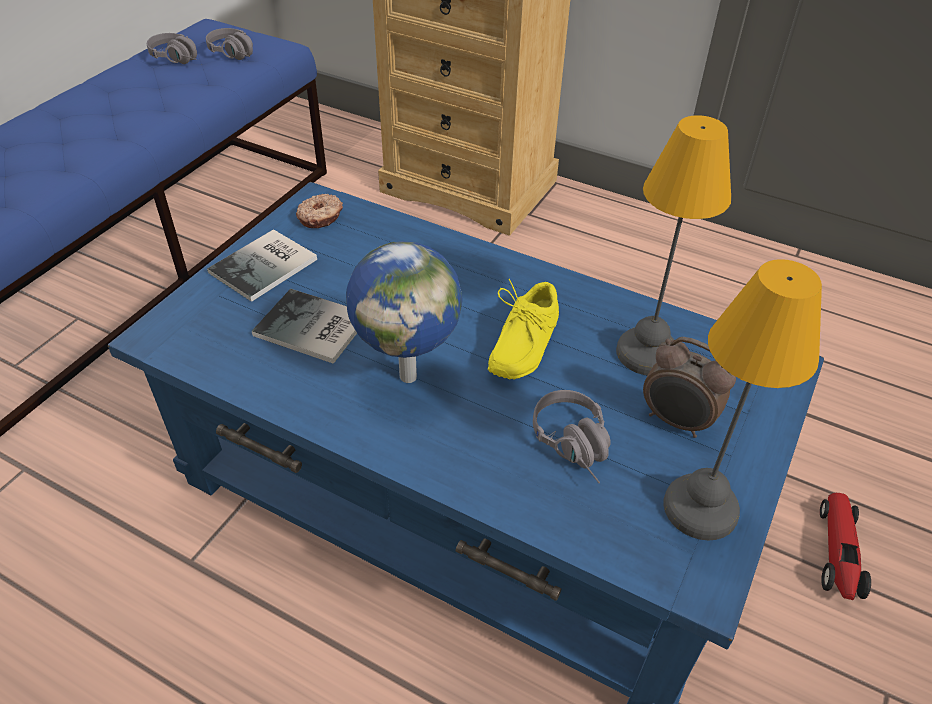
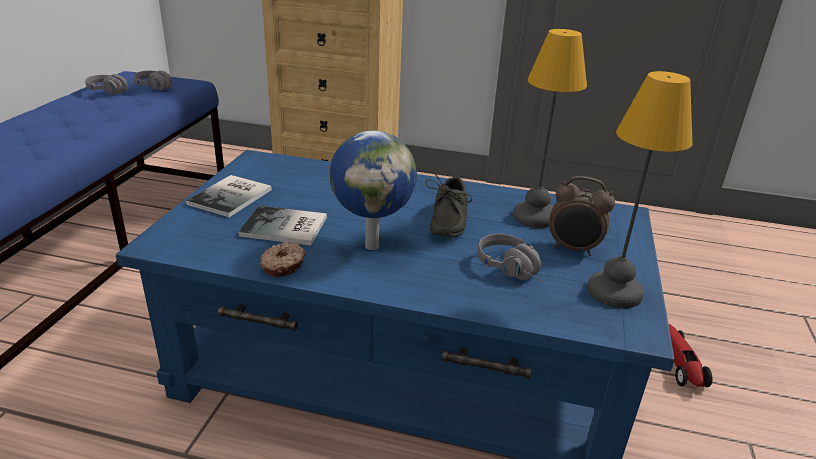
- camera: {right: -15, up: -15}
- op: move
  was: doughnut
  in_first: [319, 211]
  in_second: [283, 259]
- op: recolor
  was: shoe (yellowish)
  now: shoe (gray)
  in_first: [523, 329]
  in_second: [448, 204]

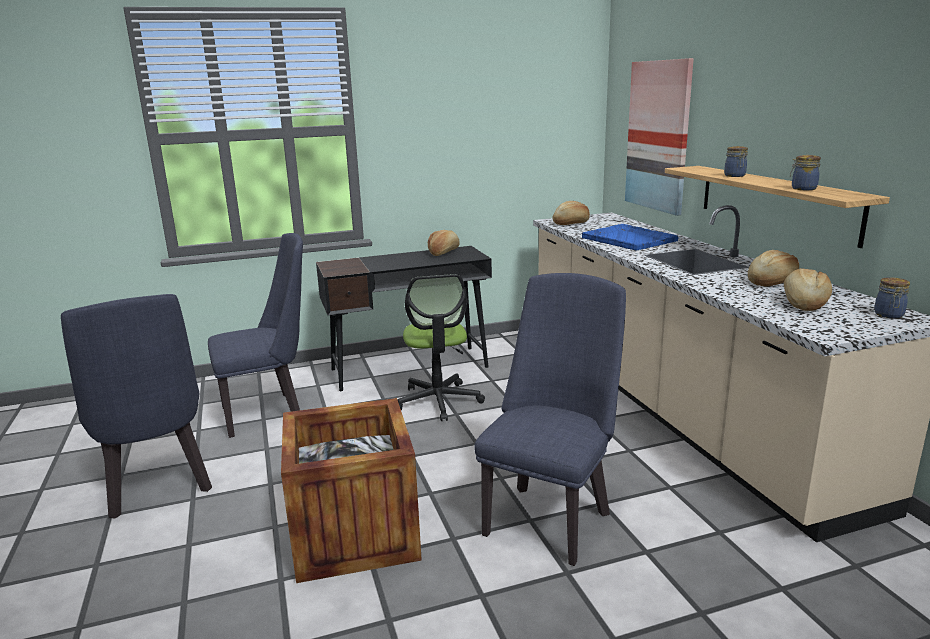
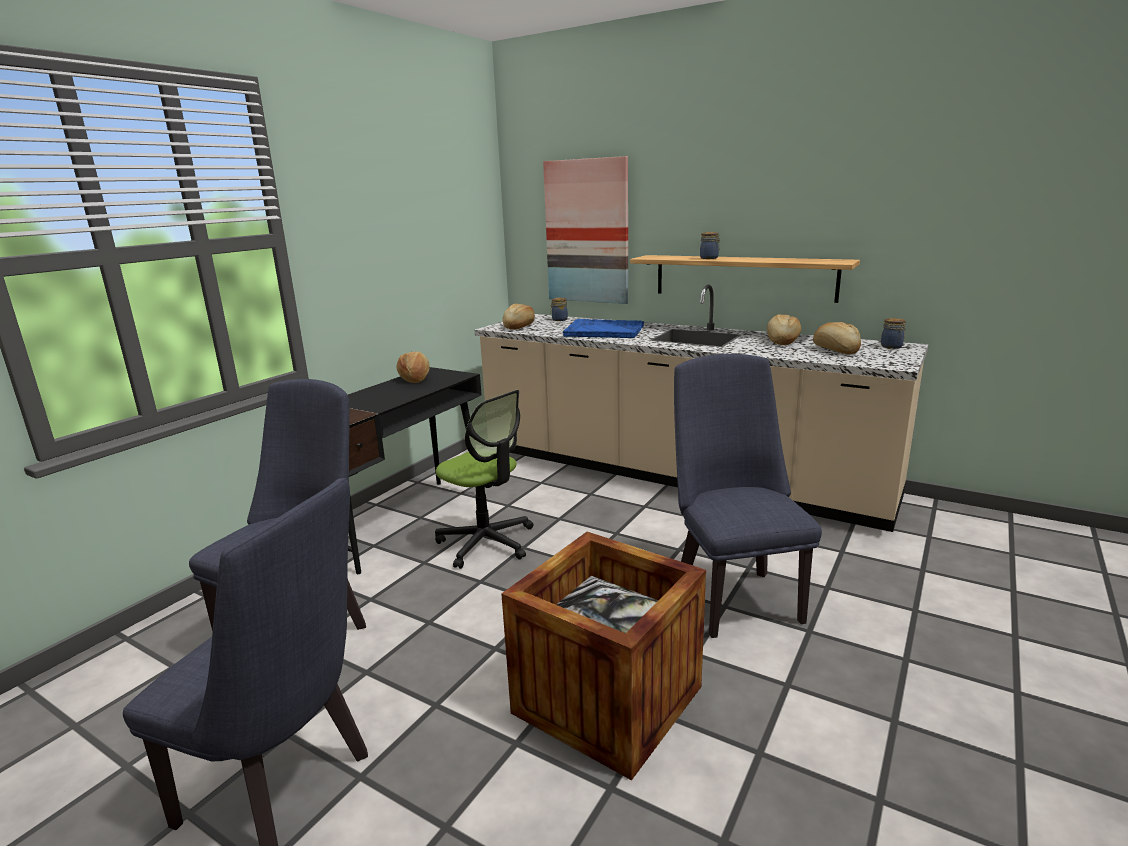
- camera: {right: -40, up: 0}
- op: move
  was: jar
  in_first: [805, 172]
  in_second: [559, 309]

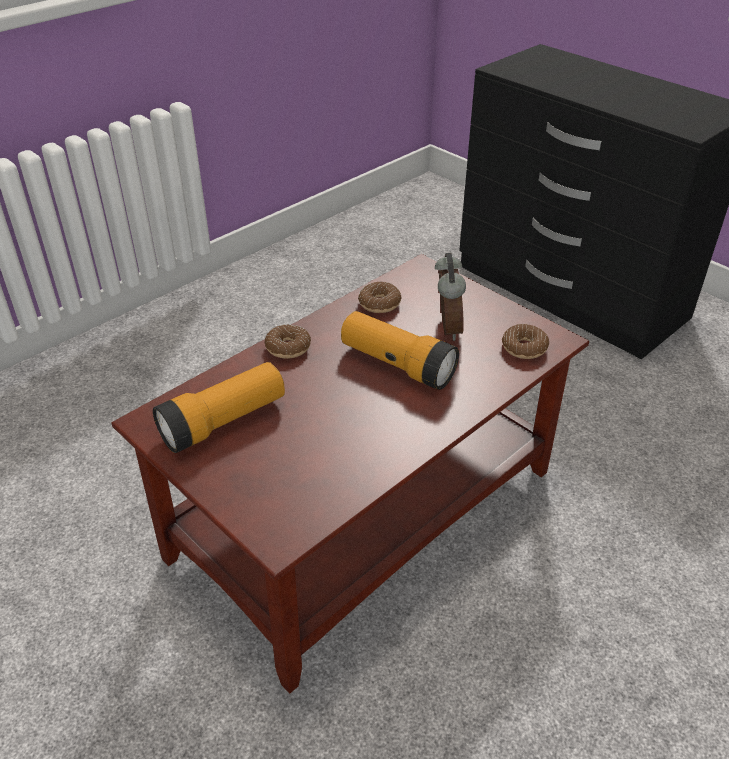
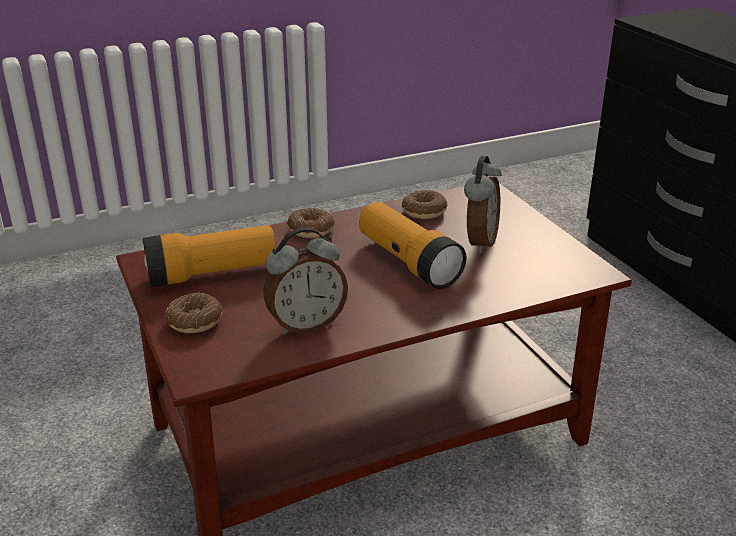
- camera: {right: 20, up: -10}
- op: move
  was: doughnut
  in_first: [525, 341]
  in_second: [193, 312]
- op: insert
  now: bedside clock
  in_second: [305, 281]

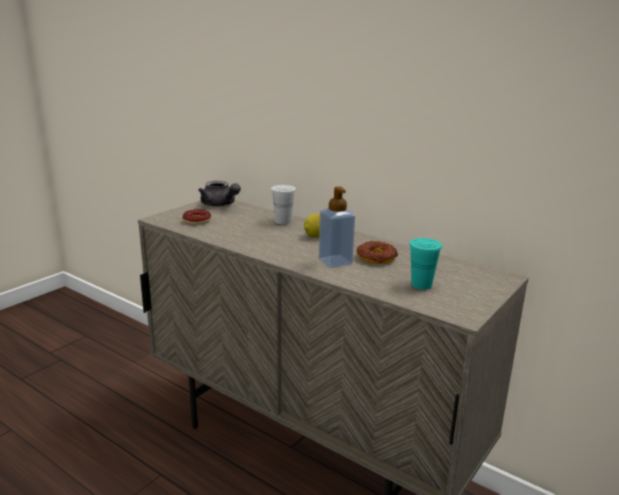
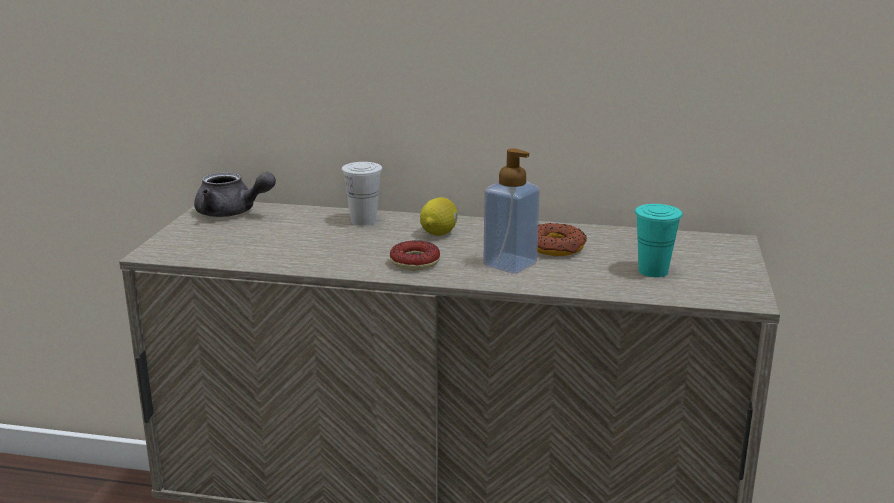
- camera: {right: -25, up: 0}
- op: move
  was: doughnut
  in_first: [197, 217]
  in_second: [415, 255]

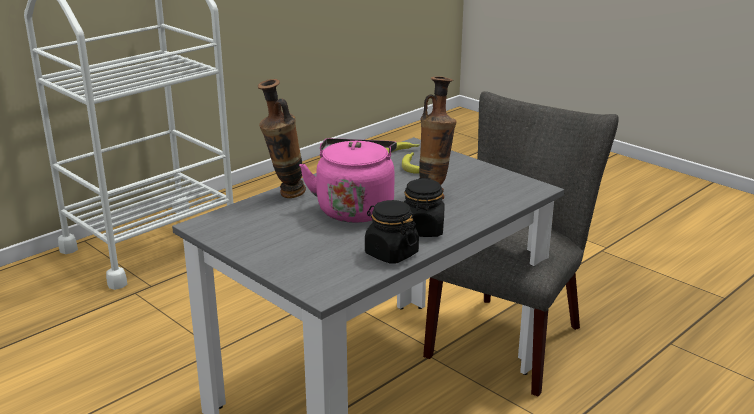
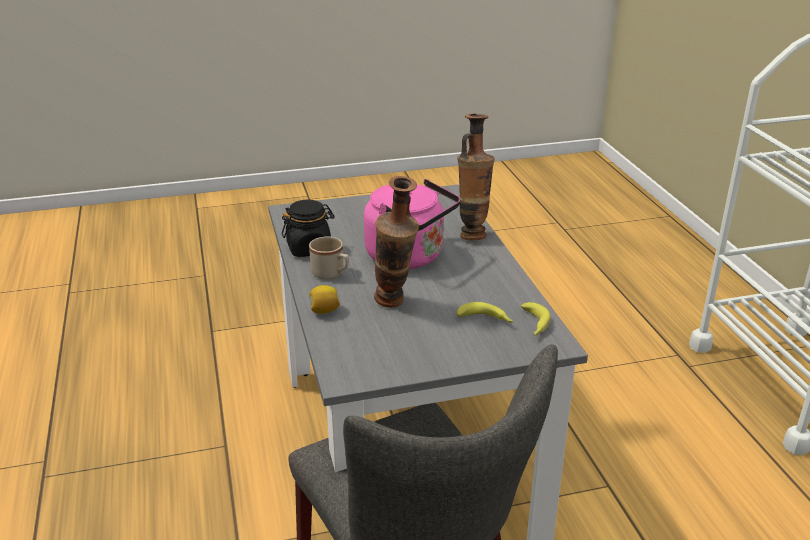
- camera: {right: 120, up: 5}
- op: replace
  was: jar (black-coloured)
  now: tea mug (beige)
  in_first: [424, 207]
  in_second: [329, 258]
- op: insert
  now: citrus fruit
  in_second: [324, 299]

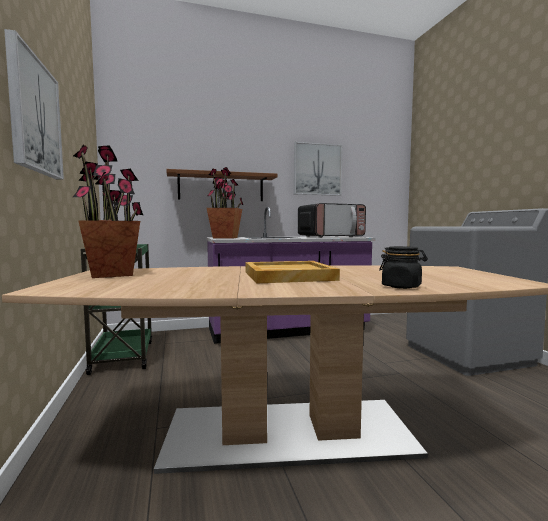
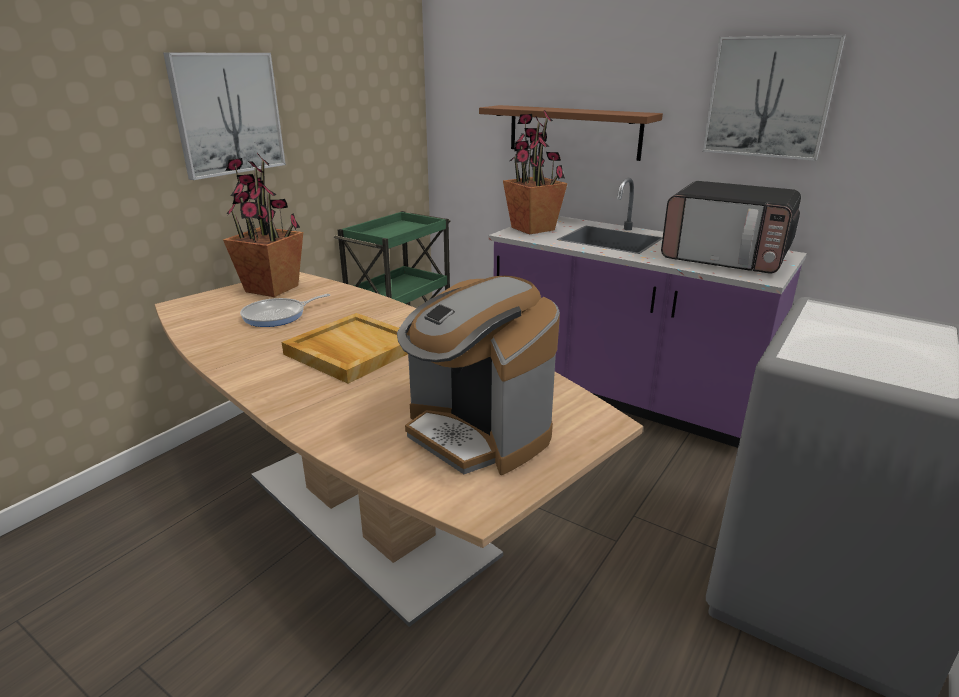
- camera: {right: 50, up: 20}
- op: insert
  now: frying pan
  in_second: [285, 310]
- op: insert
  now: coffee brewer
  in_second: [478, 375]
- op: delete
  was: jar (black-coloured)
  in_first: [403, 267]

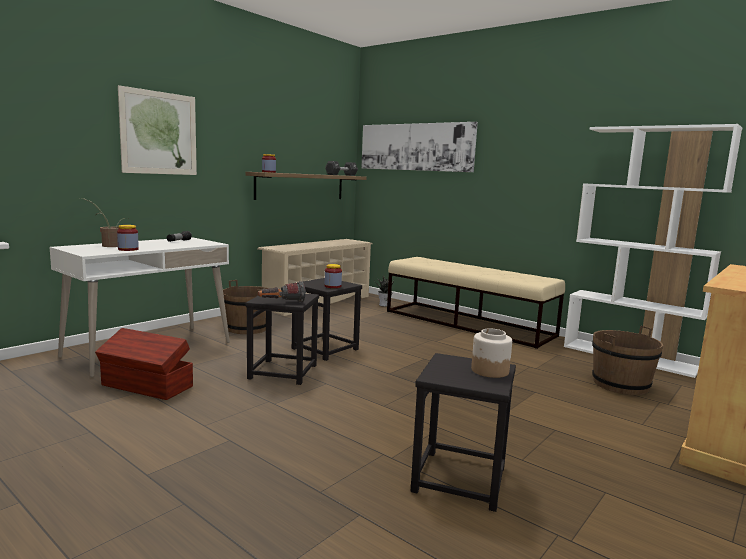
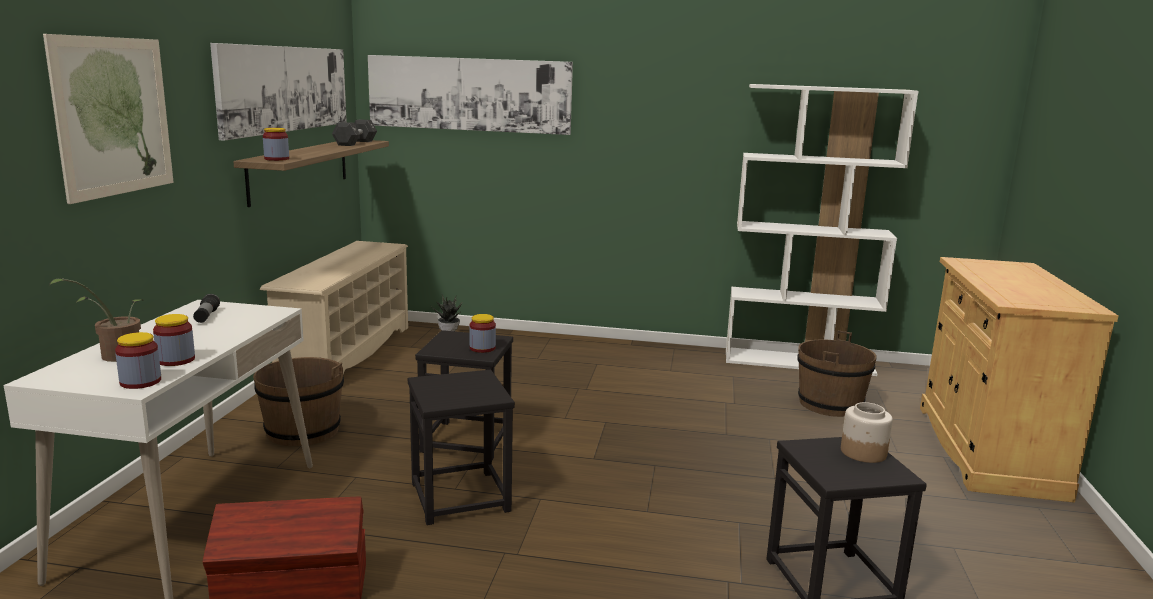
- camera: {right: -30, up: 5}
- op: insert
  now: jar
  in_second: [138, 360]
- op: insert
  now: wall art
  in_second: [278, 92]
- op: delete
  was: hand torch
  in_first: [282, 291]
- op: delete
  was: bench (beige)
  in_first: [476, 303]

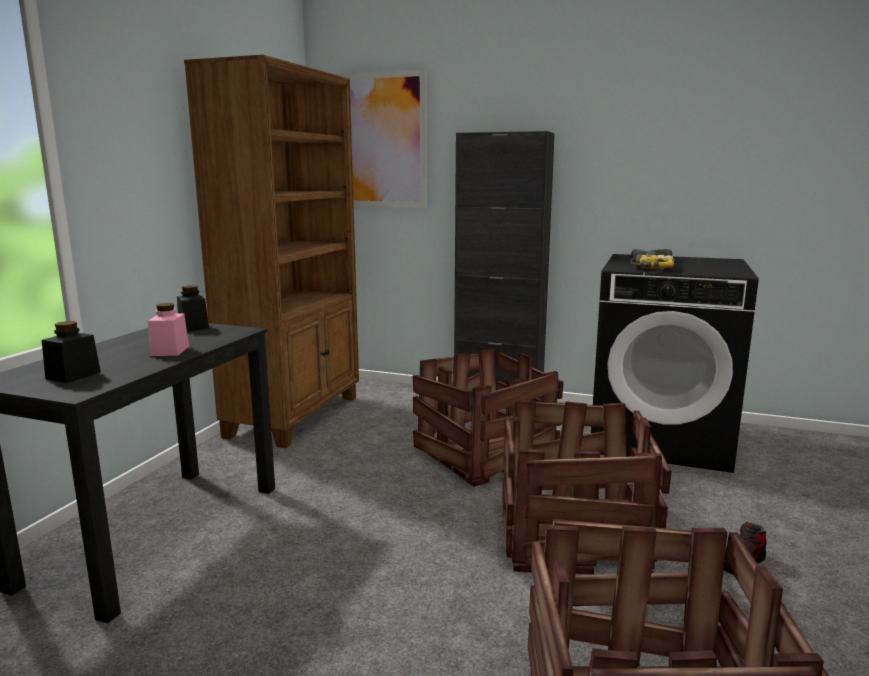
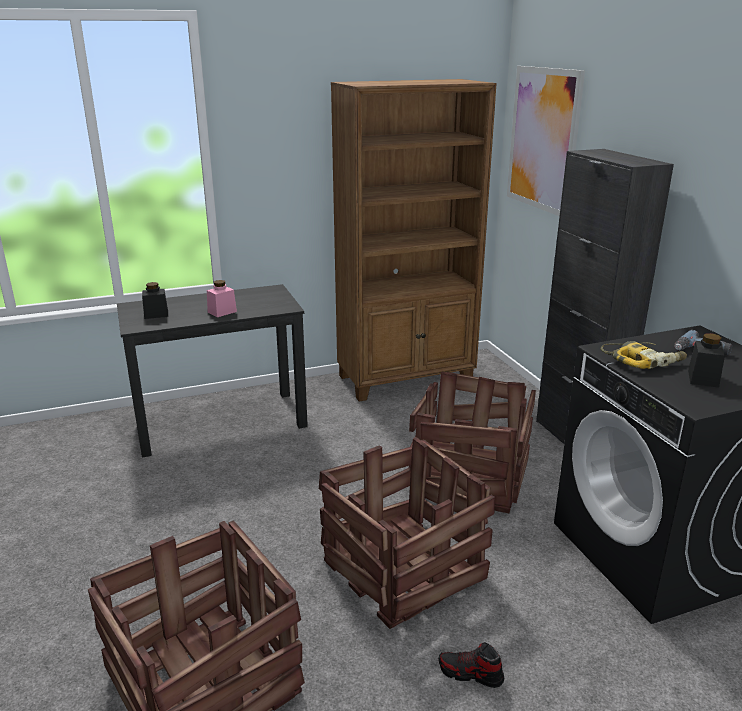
- camera: {right: 50, up: 10}
- op: move
  was: jar (black-coloured)
  in_first: [193, 308]
  in_second: [706, 360]

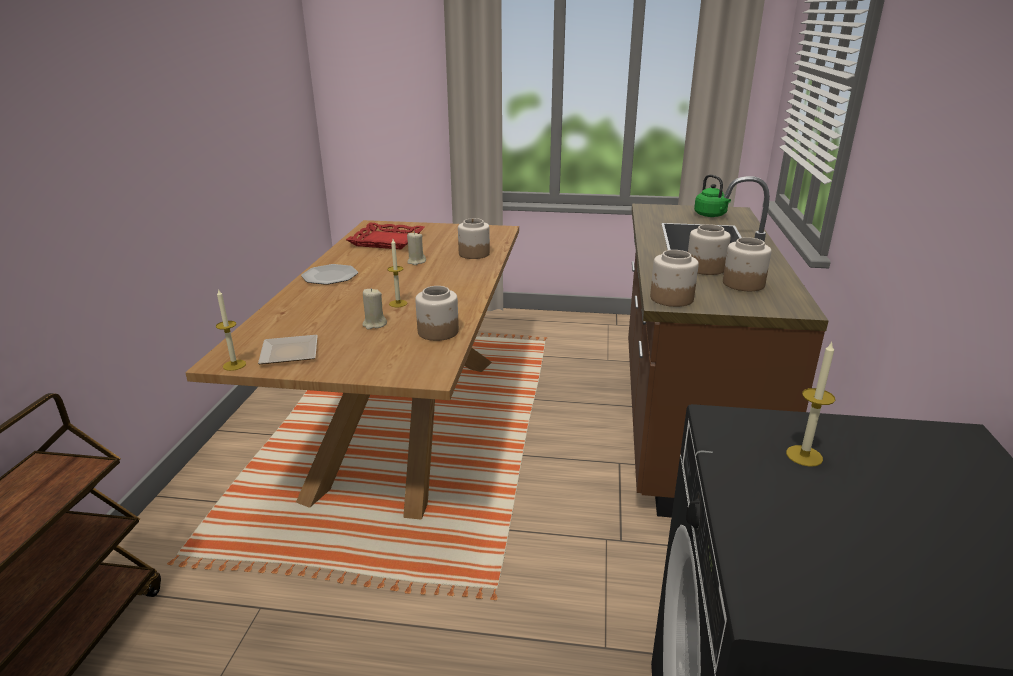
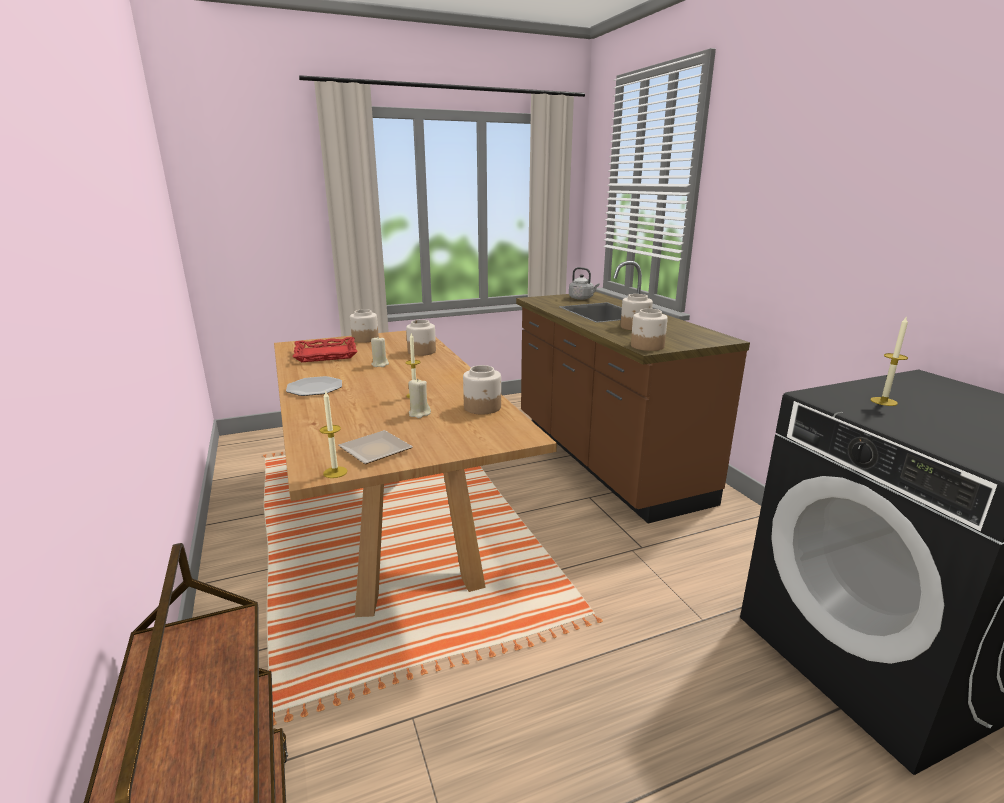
- camera: {right: -30, up: -5}
- op: move
  was: jar
  in_first: [747, 264]
  in_second: [364, 326]
- op: recolor
  was: water kettle (greenish)
  now: water kettle (gray)
  in_first: [712, 195]
  in_second: [584, 283]

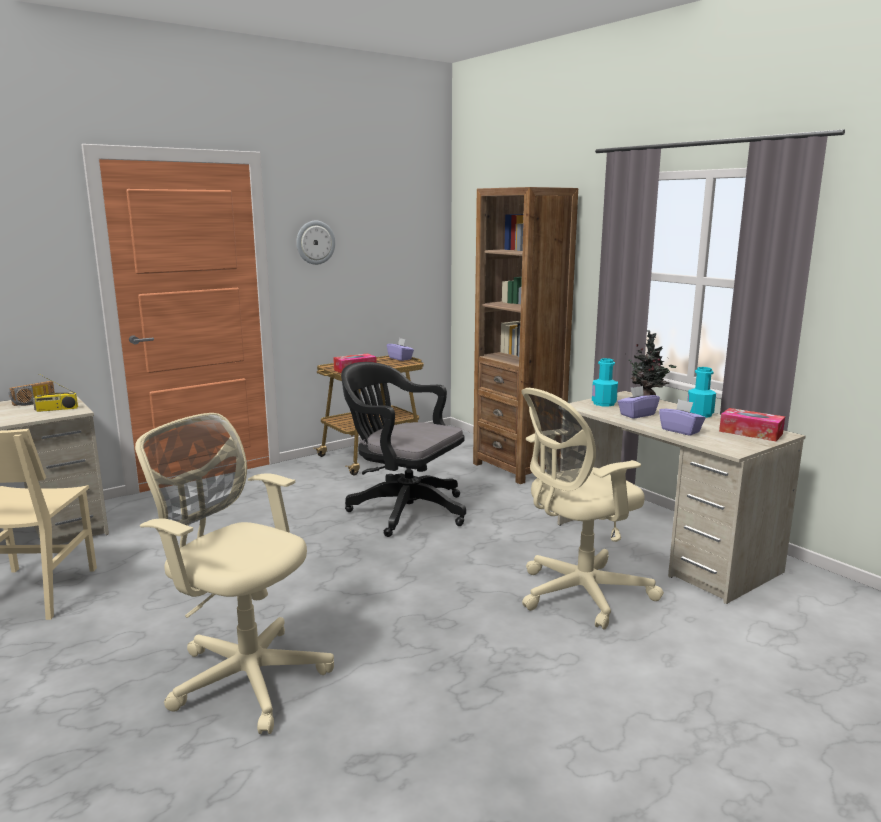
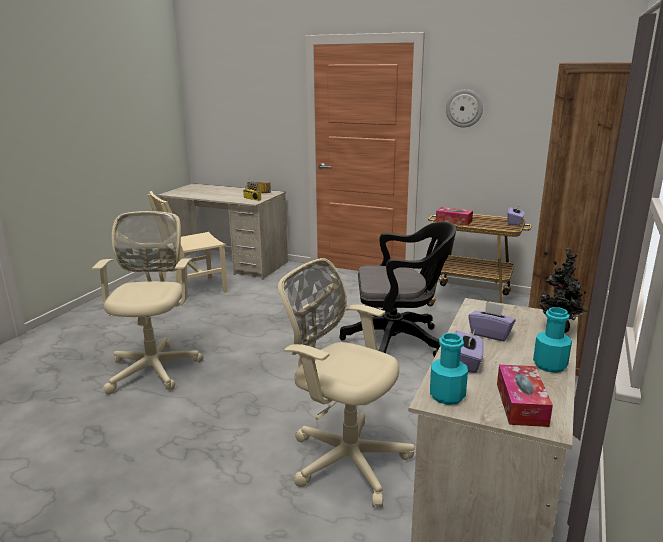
- camera: {right: 60, up: 5}
- op: rotate
  was: office chair (black-coloured)
  in_first: [403, 449]
  in_second: [398, 289]
  clockwise: 90
- op: move
  was: bottle (turquoise-coloured)
  in_first: [605, 382]
  in_second: [449, 369]

